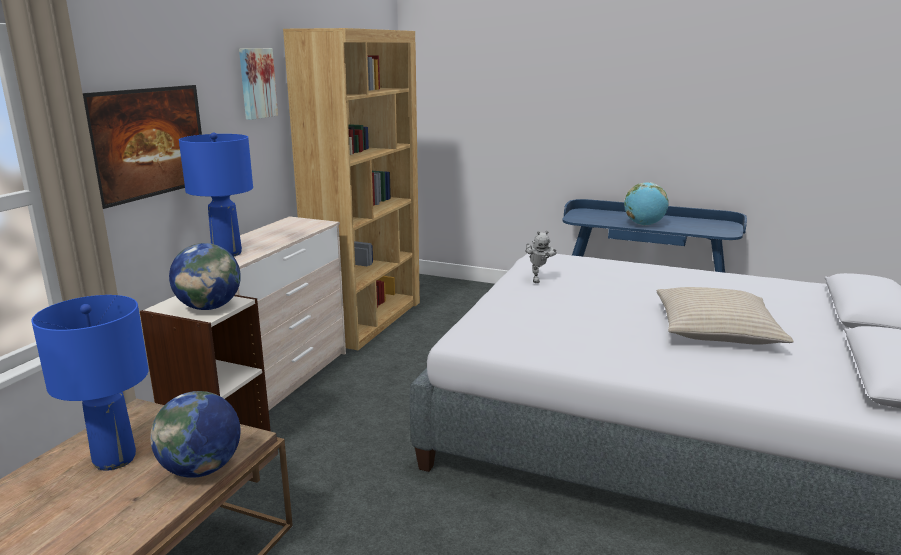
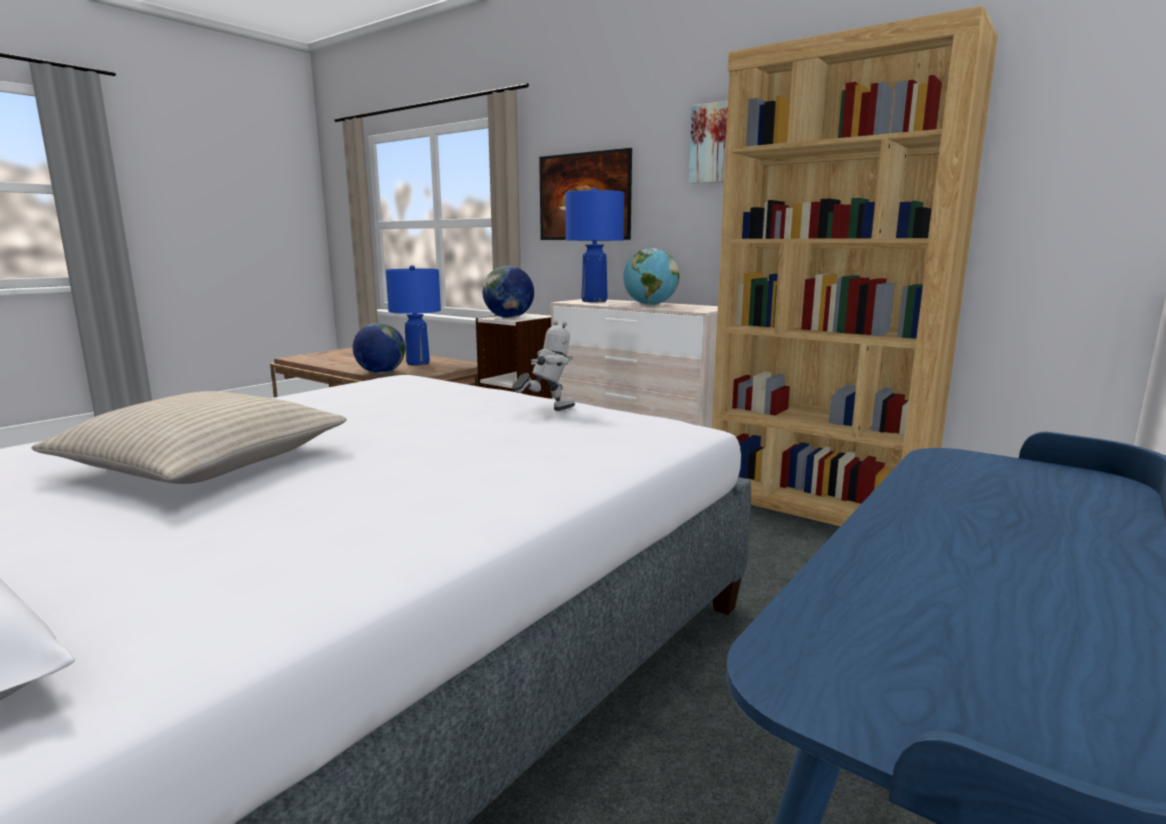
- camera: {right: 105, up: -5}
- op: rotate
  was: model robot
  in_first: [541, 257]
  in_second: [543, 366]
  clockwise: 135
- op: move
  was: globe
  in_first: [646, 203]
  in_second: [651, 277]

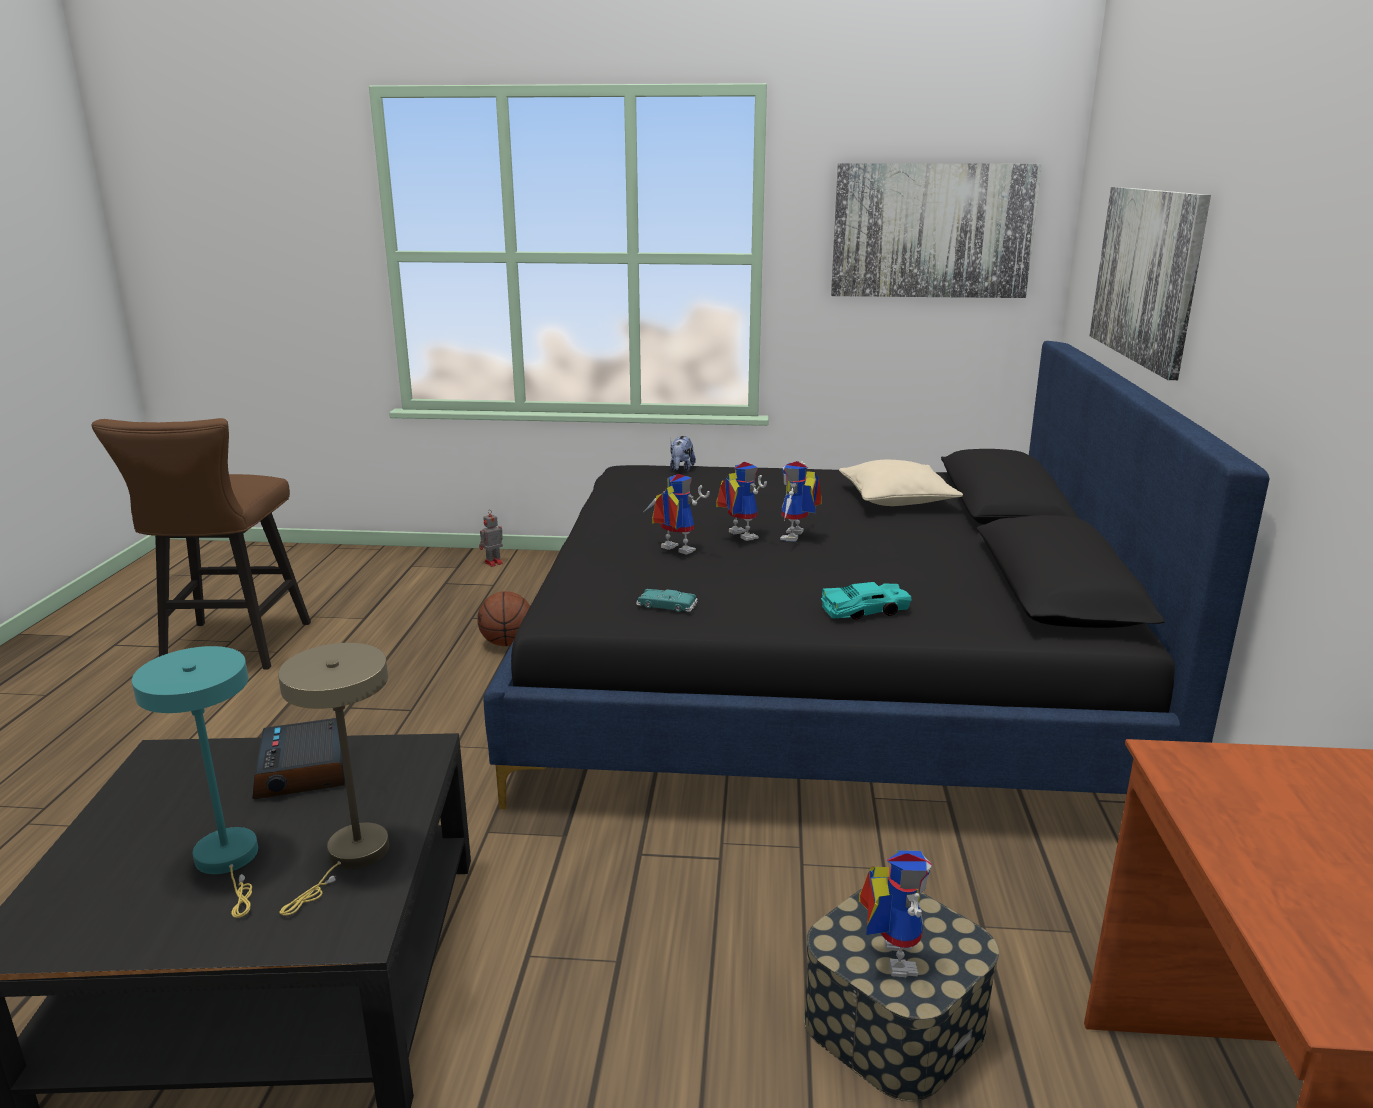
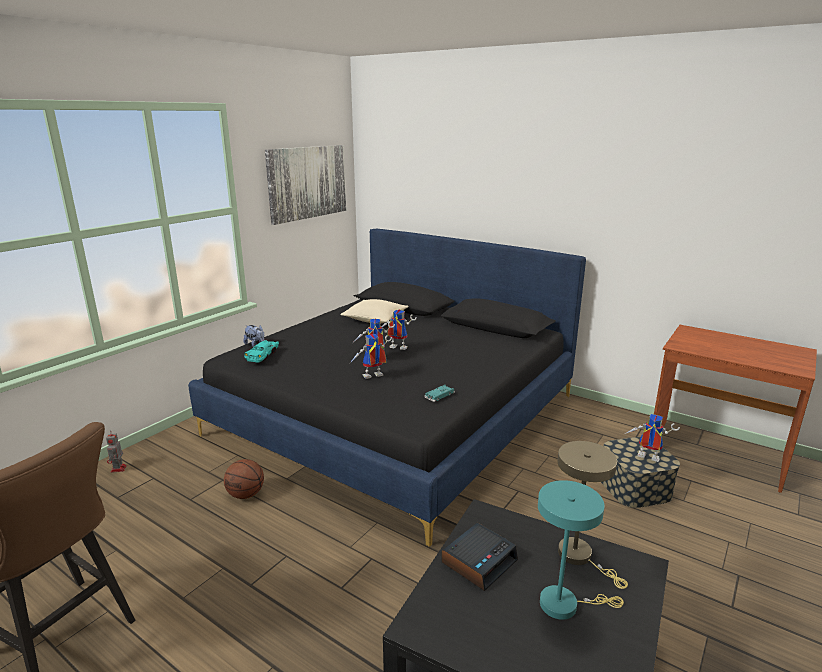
- camera: {right: -60, up: 0}
- op: move
  was: model car (turquoise-coloured)
  in_first: [866, 601]
  in_second: [261, 351]
- op: rotate
  was: model robot
  in_first: [801, 501]
  in_second: [399, 329]
  clockwise: 150
- op: rotate
  was: bedside clock
  in_first: [298, 758]
  in_second: [479, 557]
  clockwise: -60
- op: delete
  was: wall art
  in_first: [1150, 283]

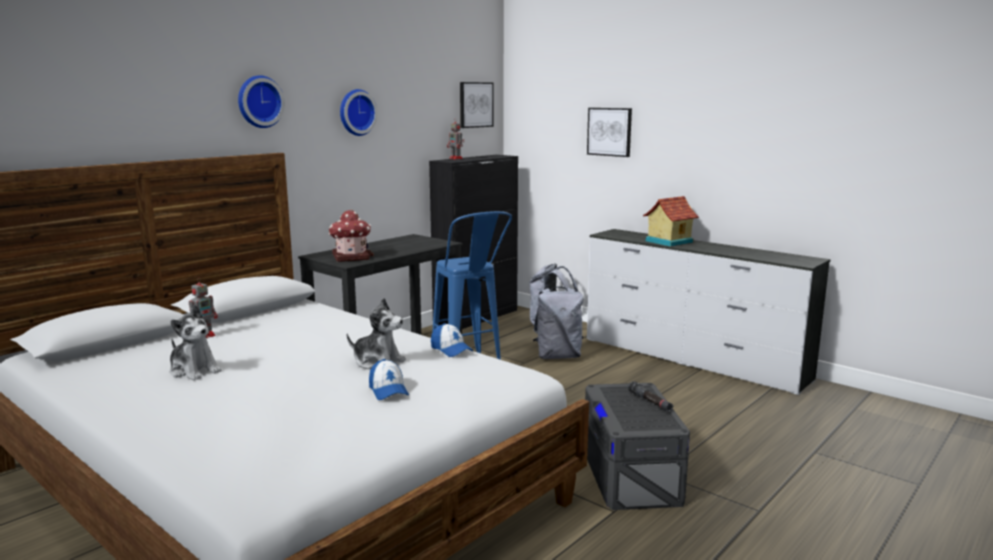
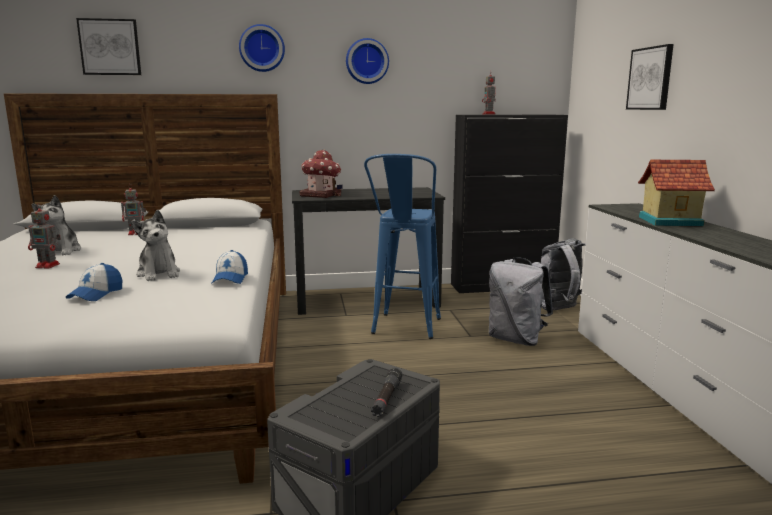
- camera: {right: 40, up: 0}
- op: insert
  now: model robot
  in_second: [44, 235]
- op: move
  was: wall art
  in_first: [476, 105]
  in_second: [108, 46]

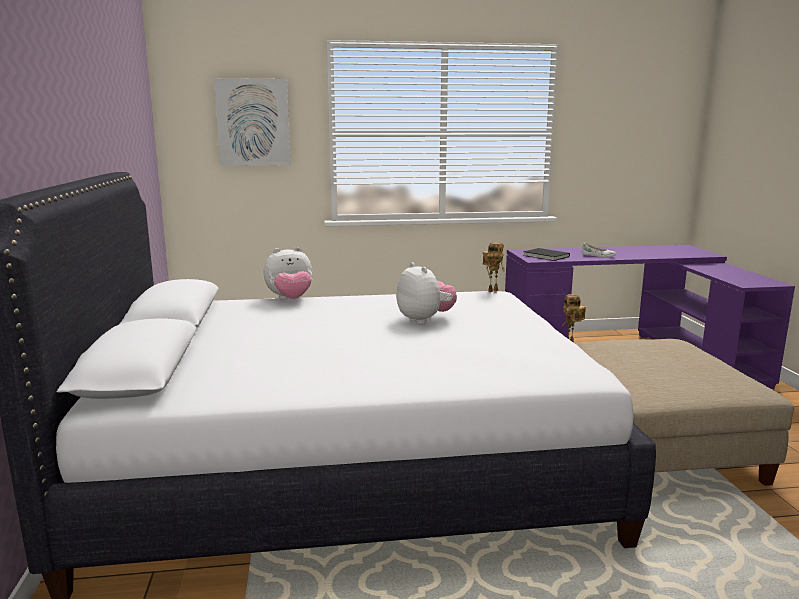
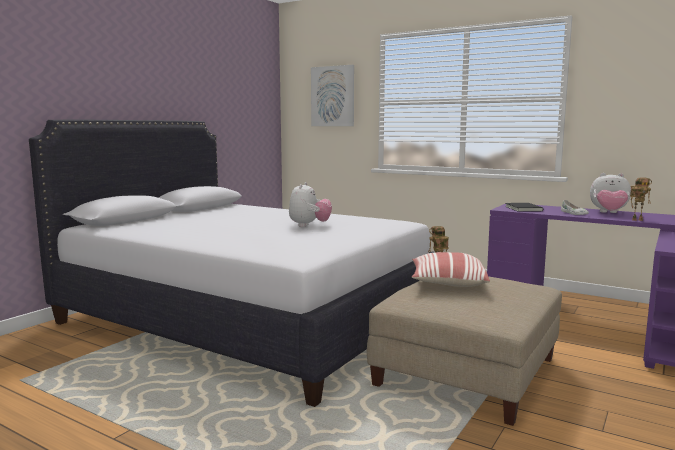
- camera: {right: 40, up: -5}
- op: insert
  now: cushion
  in_second: [451, 269]
- op: move
  was: plush toy
  in_first: [288, 273]
  in_second: [610, 193]
- op: move
  was: model robot
  in_first: [494, 267]
  in_second: [641, 199]

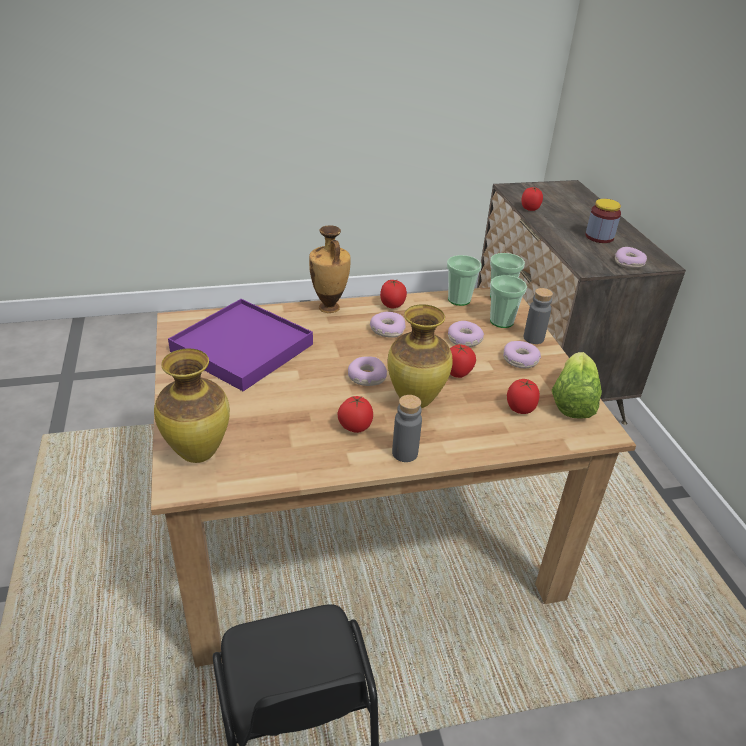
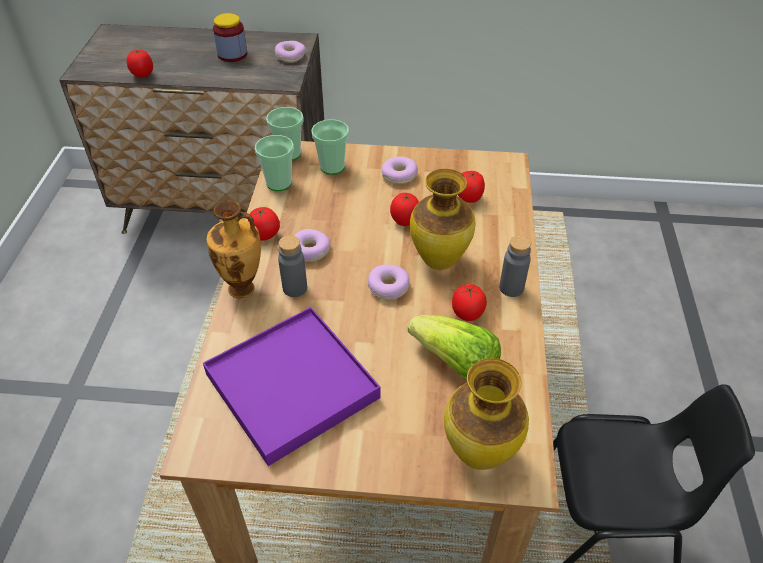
- camera: {right: -70, up: 10}
- op: move
  was: bottle (gray)
  in_first: [538, 316]
  in_second: [292, 266]
- op: move
  was: head of lettuce
  in_first: [577, 385]
  in_second: [454, 347]
- op: delete
  was: doughnut
  in_first: [466, 334]

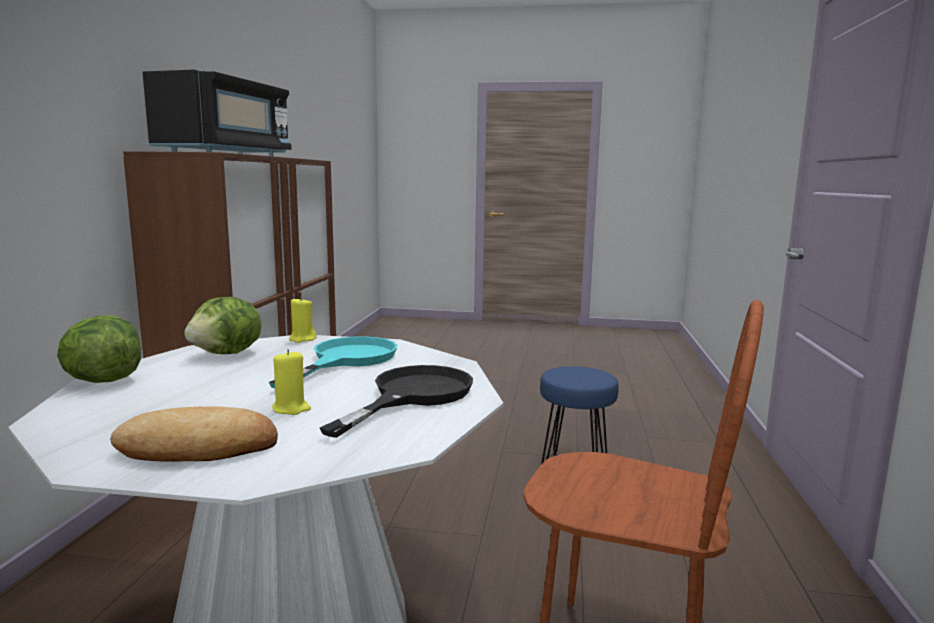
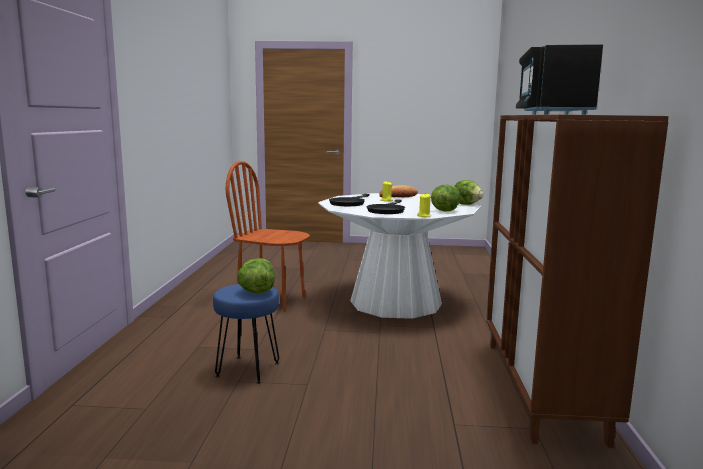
- camera: {right: 175, up: 0}
- op: insert
  now: head of lettuce
  in_second: [256, 275]
- op: recolor
  was: frying pan (turquoise-coloured)
  now: frying pan (black-coloured)
  in_first: [333, 362]
  in_second: [385, 206]

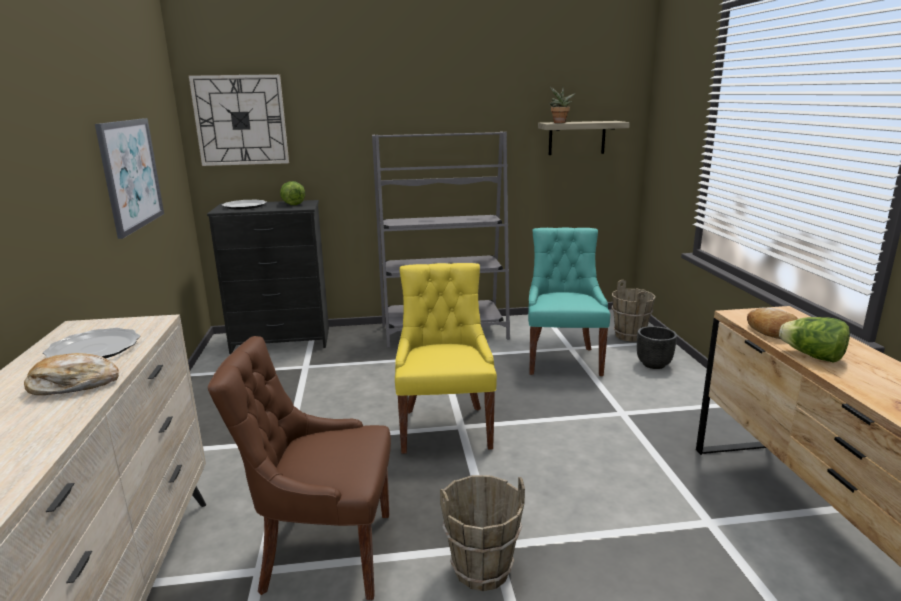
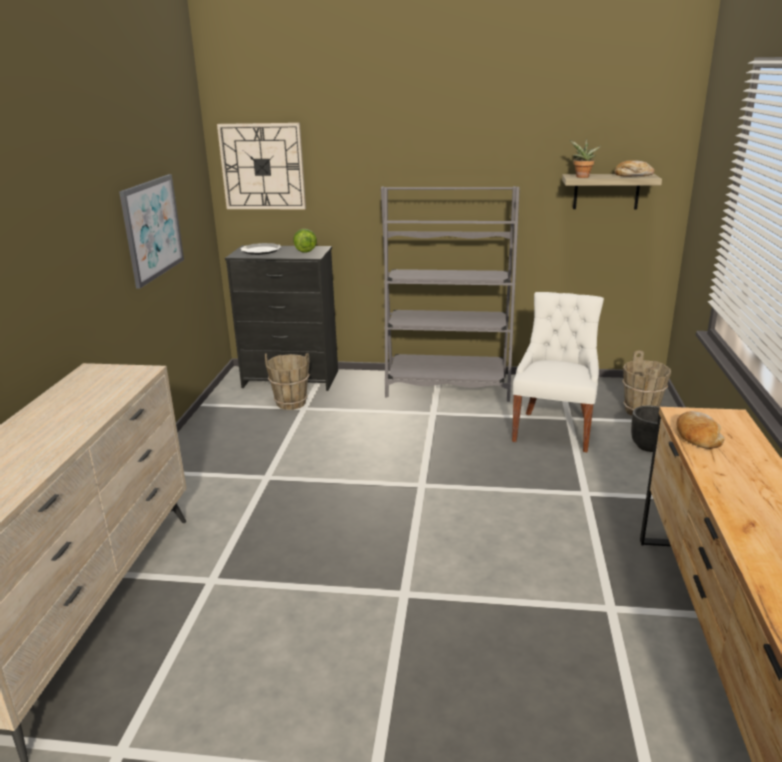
- camera: {right: 15, up: 5}
- op: move
  was: bucket (brownish)
  in_first: [482, 533]
  in_second: [287, 381]
- op: recolor
  was: upright chair (turquoise-coloured)
  now: upright chair (white)
  in_first: [569, 301]
  in_second: [558, 372]
- op: move
  was: baked bread
  in_first: [71, 374]
  in_second: [634, 168]
- op: delete
  was: plate
  in_first: [91, 343]
- op: delete
  was: upright chair (brownish)
  in_first: [299, 468]
- op: delete
  was: upright chair (yellowish)
  in_first: [446, 358]
- op: delete
  was: head of lettuce
  in_first: [814, 340]

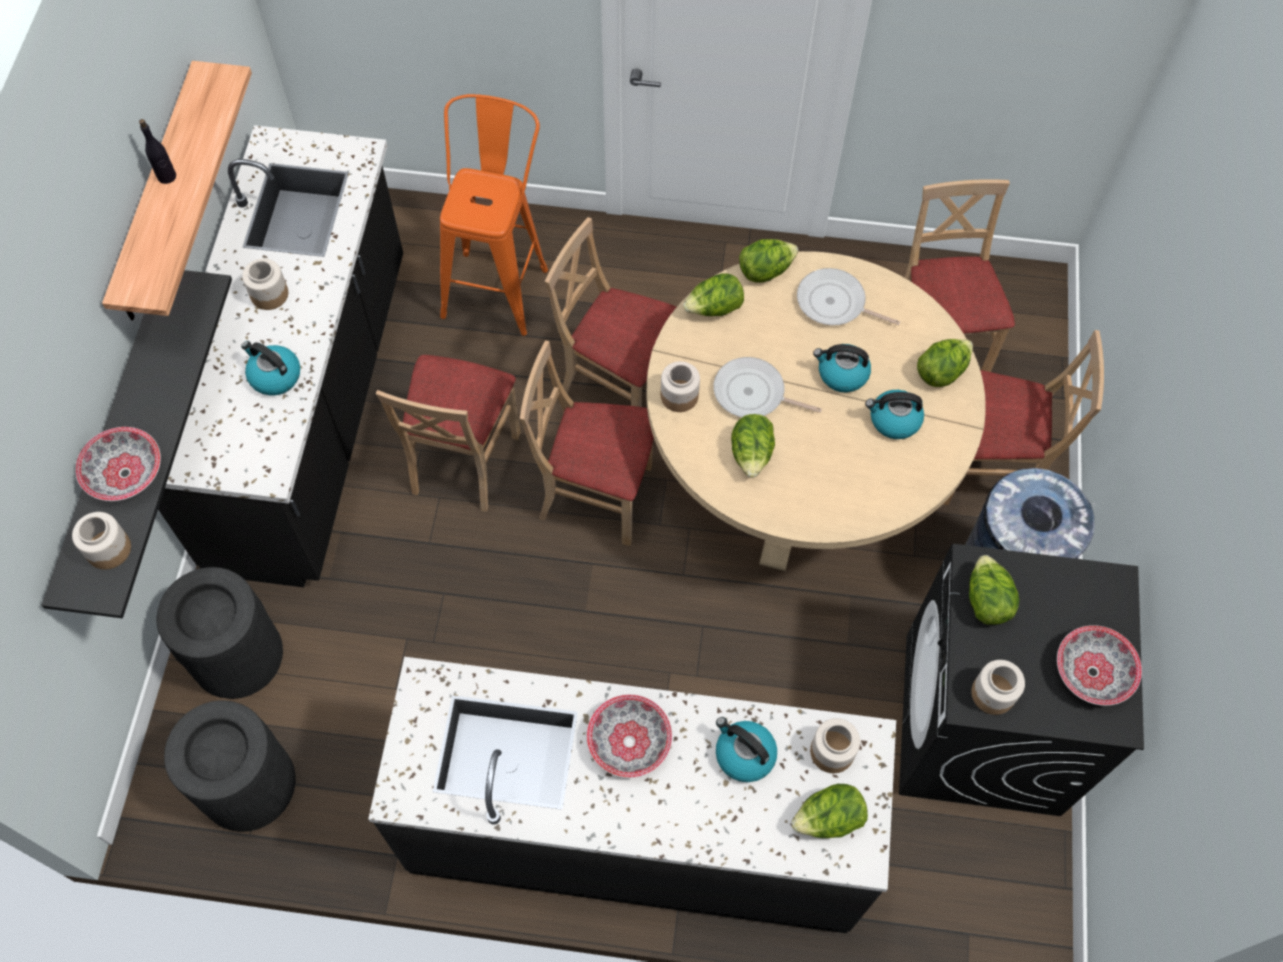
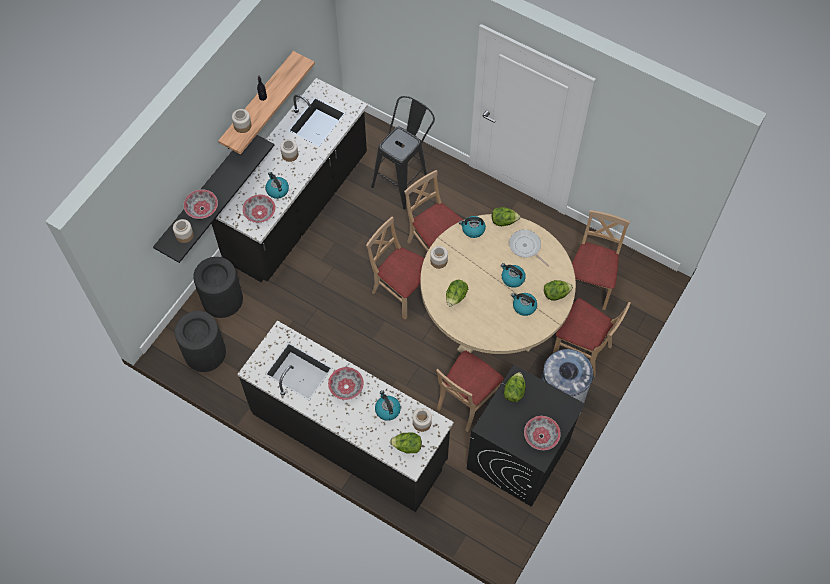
- camera: {right: 25, up: 0}
- op: move
  was: jar
  in_first: [998, 687]
  in_second: [242, 121]
- op: insert
  now: serving bowl
  in_second: [258, 208]
- op: recolor
  was: stool seat (orange)
  now: stool seat (black-coloured)
  in_first: [494, 215]
  in_second: [403, 152]
- op: move
  was: upright chair (beige)
  in_first: [448, 433]
  in_second: [470, 391]
- op: replace
  was: head of lettuce
  now: water kettle
  in_first: [713, 294]
  in_second: [472, 227]
- op: delete
  was: frying pan
  in_first: [767, 387]

